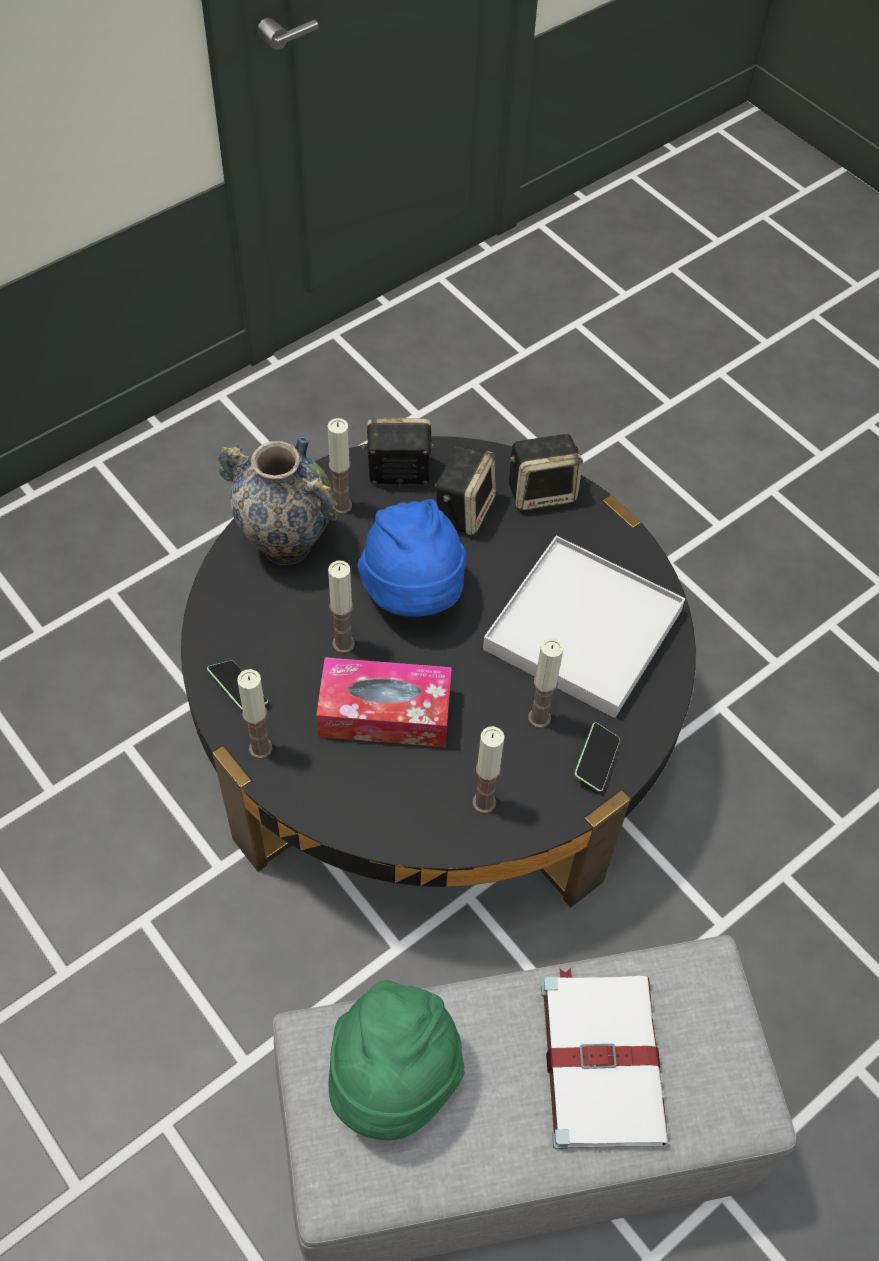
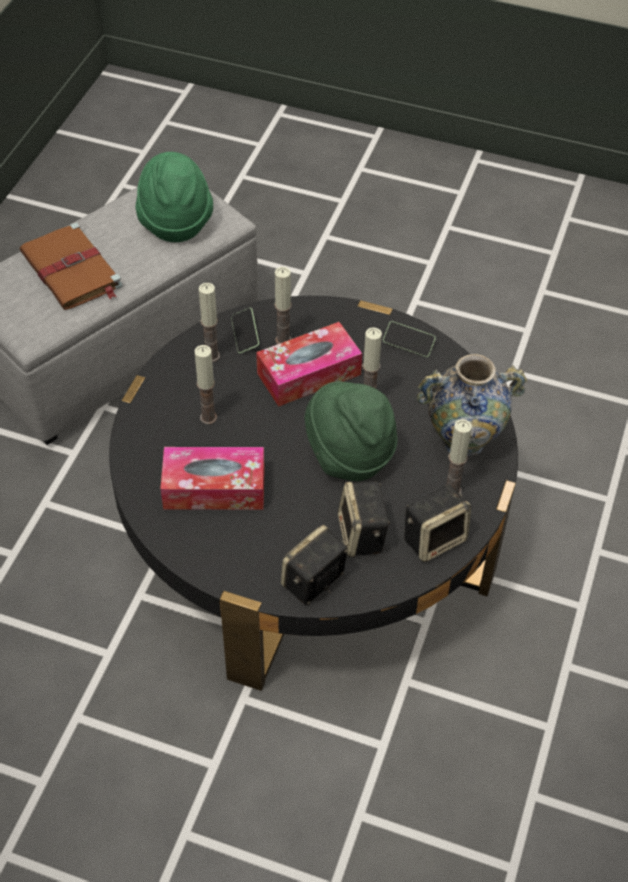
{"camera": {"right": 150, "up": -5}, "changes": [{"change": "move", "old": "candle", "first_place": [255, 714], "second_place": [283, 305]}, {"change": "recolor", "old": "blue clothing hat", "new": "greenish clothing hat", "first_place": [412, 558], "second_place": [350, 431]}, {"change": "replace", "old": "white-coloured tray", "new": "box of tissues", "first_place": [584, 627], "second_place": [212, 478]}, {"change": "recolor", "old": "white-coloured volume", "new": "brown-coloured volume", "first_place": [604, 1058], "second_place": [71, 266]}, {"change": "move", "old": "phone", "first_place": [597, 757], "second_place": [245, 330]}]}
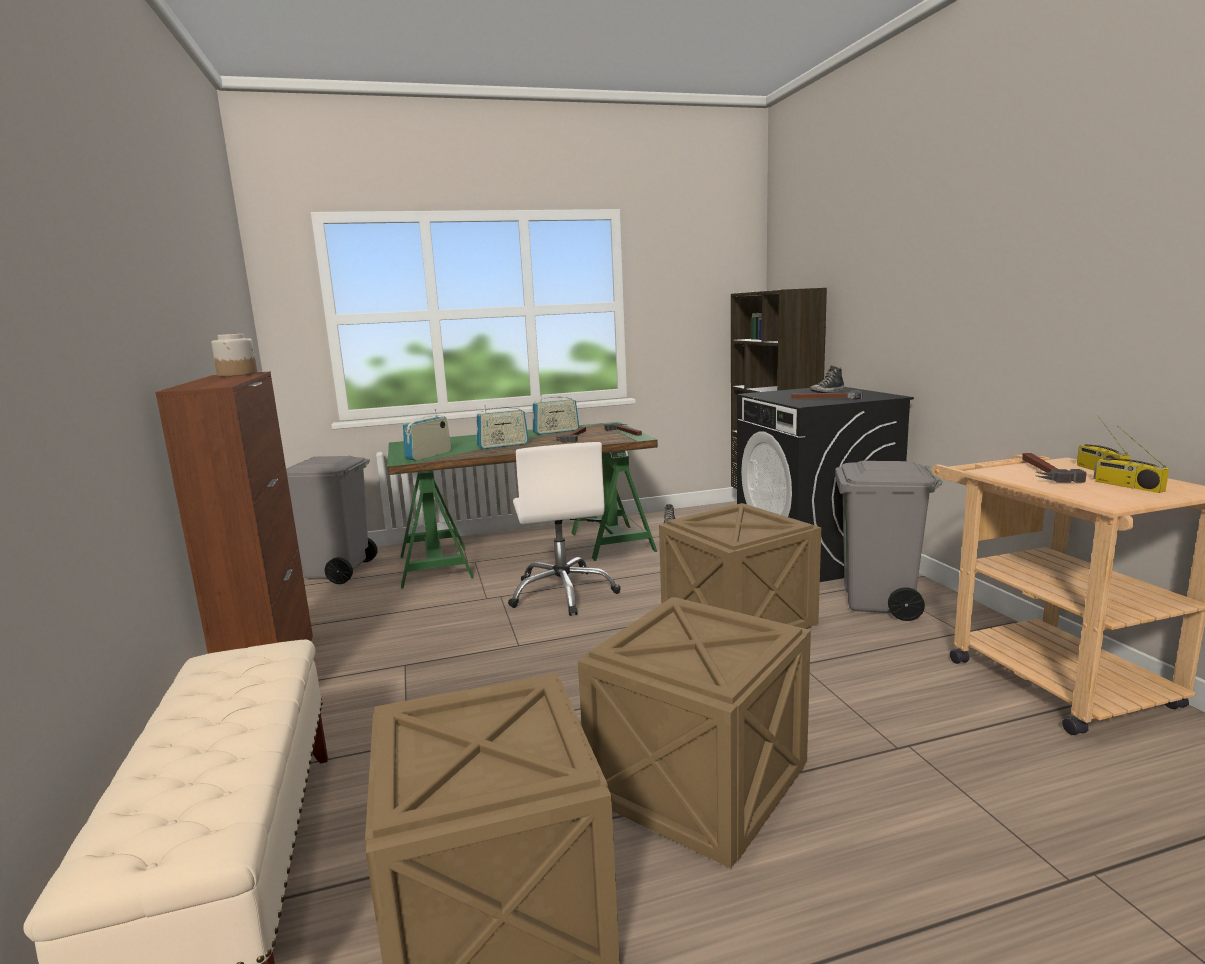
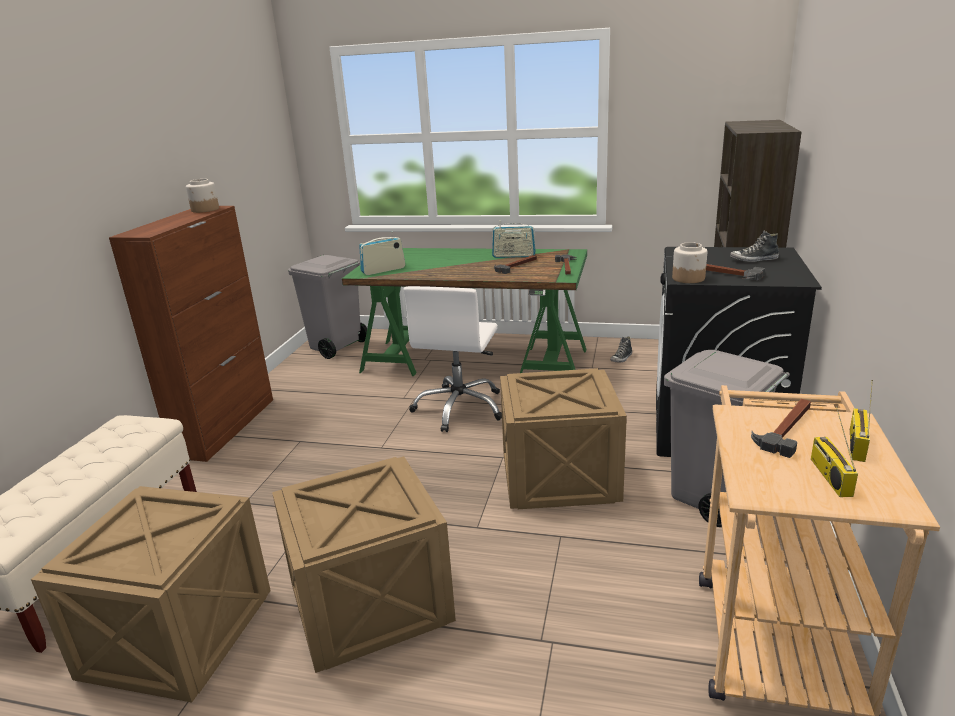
{"camera": {"right": 30, "up": 10}, "changes": [{"change": "delete", "old": "radio", "first_place": [502, 427]}, {"change": "insert", "new": "storage jar", "second_place": [689, 262]}]}
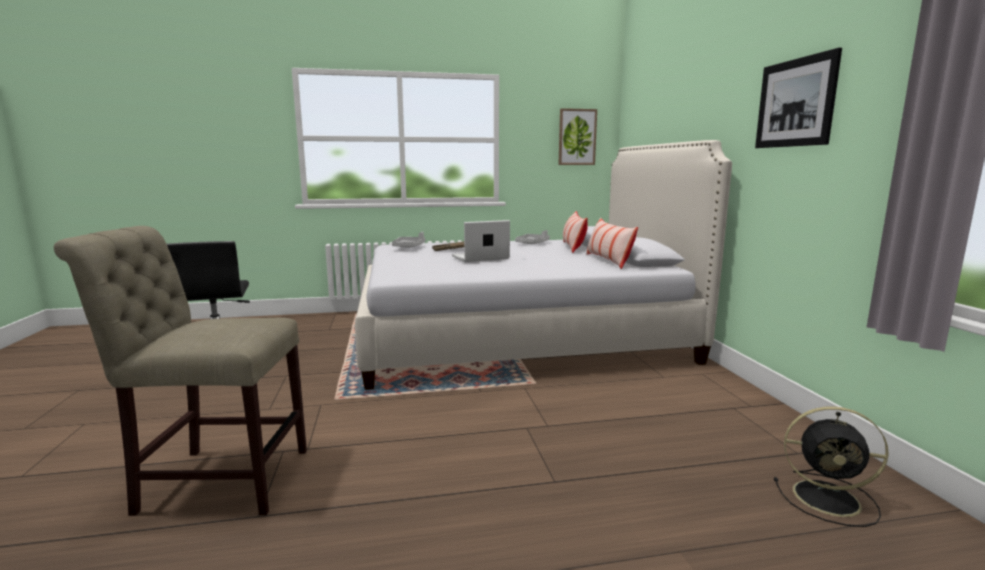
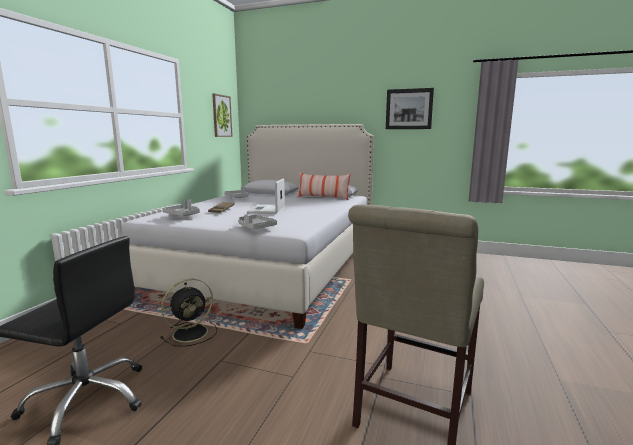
{"camera": {"right": -60, "up": 0}, "changes": [{"change": "delete", "old": "cushion", "first_place": [575, 232]}, {"change": "move", "old": "blackish electric fan", "first_place": [831, 466], "second_place": [188, 313]}, {"change": "insert", "new": "grey tray", "second_place": [257, 221]}]}
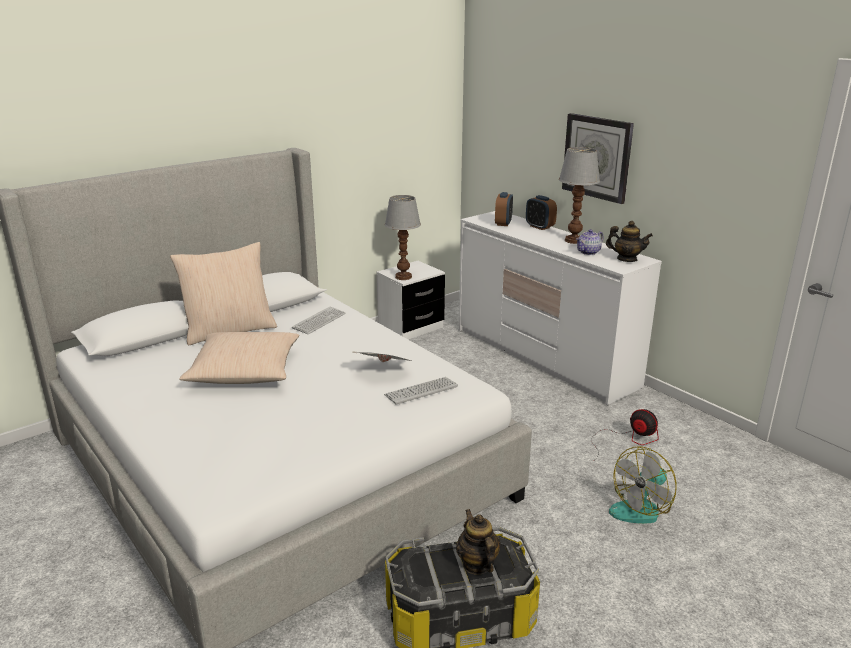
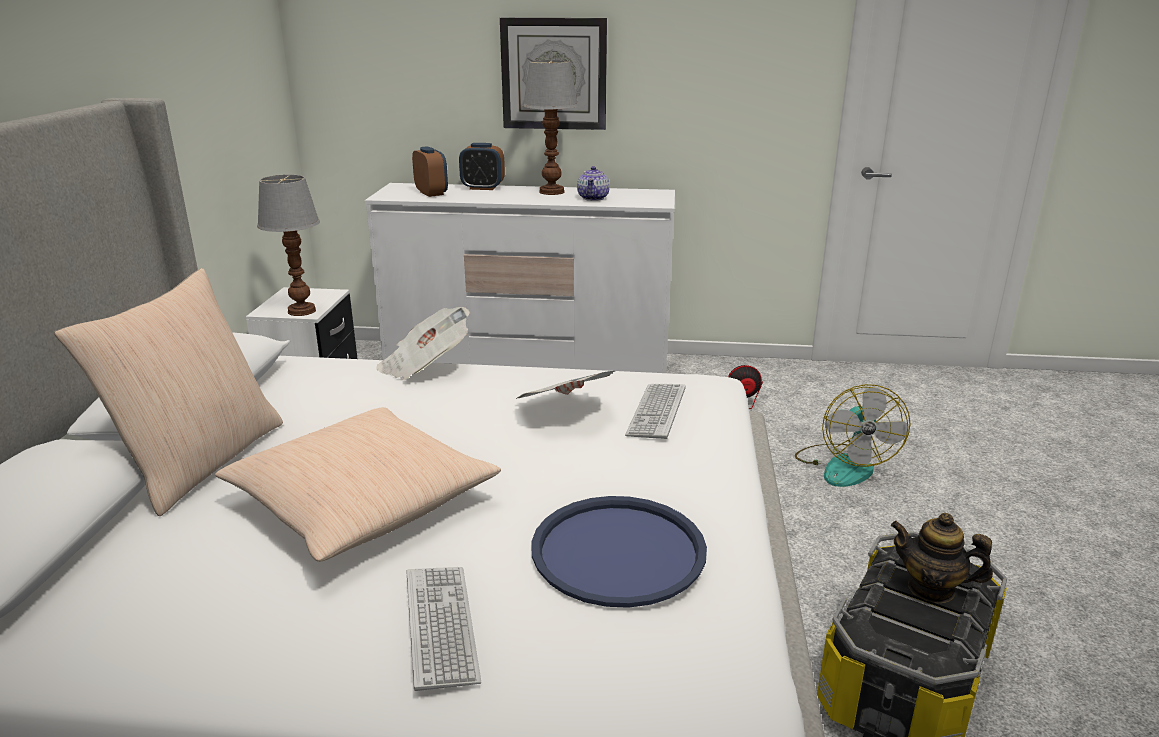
{"camera": {"right": -45, "up": 0}, "changes": [{"change": "move", "old": "computer keyboard", "first_place": [319, 320], "second_place": [444, 629]}, {"change": "delete", "old": "tea pot", "first_place": [629, 241]}, {"change": "insert", "new": "newspaper", "second_place": [423, 343]}, {"change": "insert", "new": "blue tray", "second_place": [619, 552]}]}
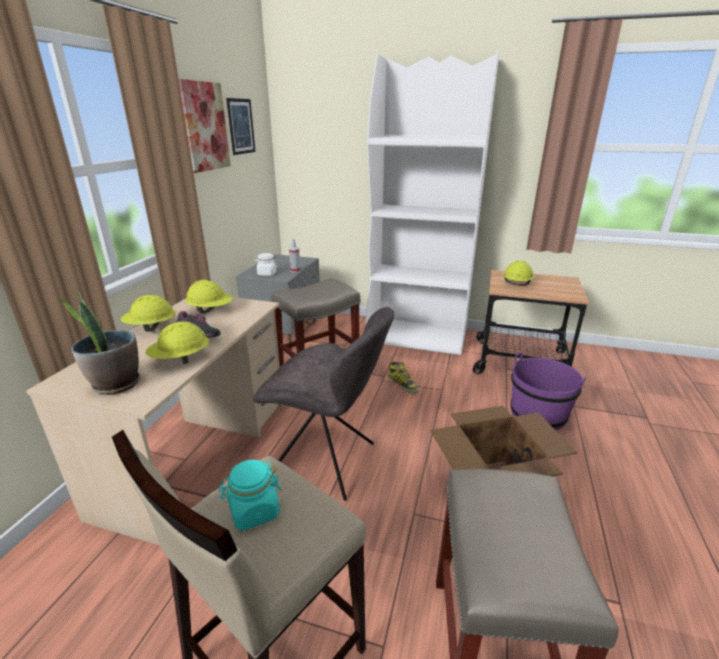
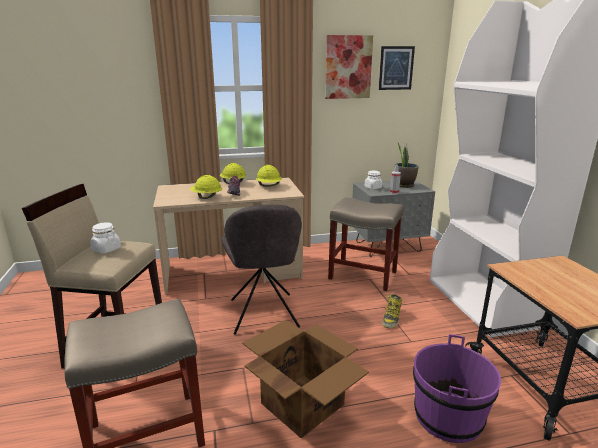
{"camera": {"right": 60, "up": -5}, "changes": [{"change": "move", "old": "houseplant", "first_place": [99, 343], "second_place": [406, 165]}, {"change": "recolor", "old": "turquoise storage jar", "new": "white-coloured storage jar", "first_place": [250, 495], "second_place": [105, 238]}, {"change": "delete", "old": "yellow work helmet", "first_place": [519, 273]}]}
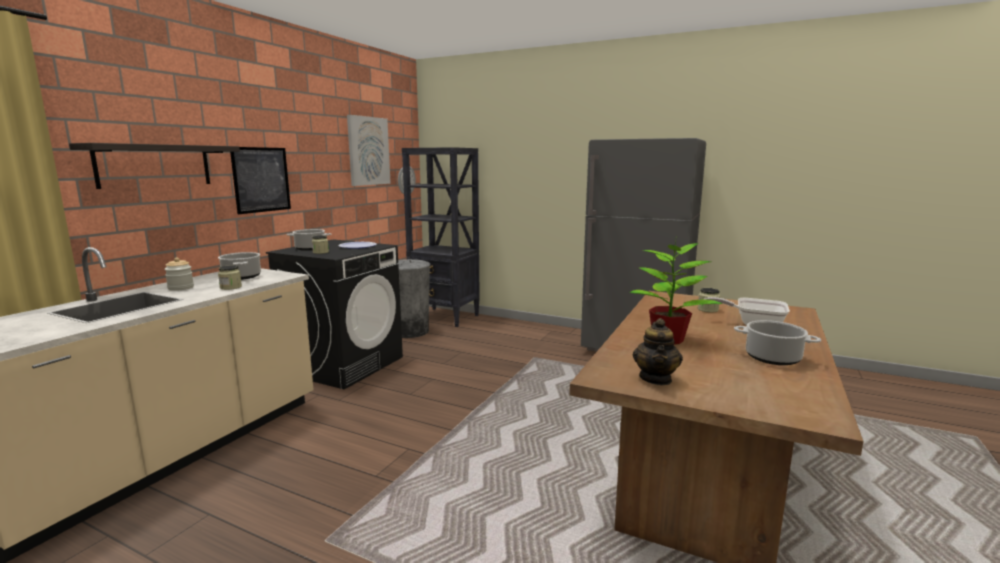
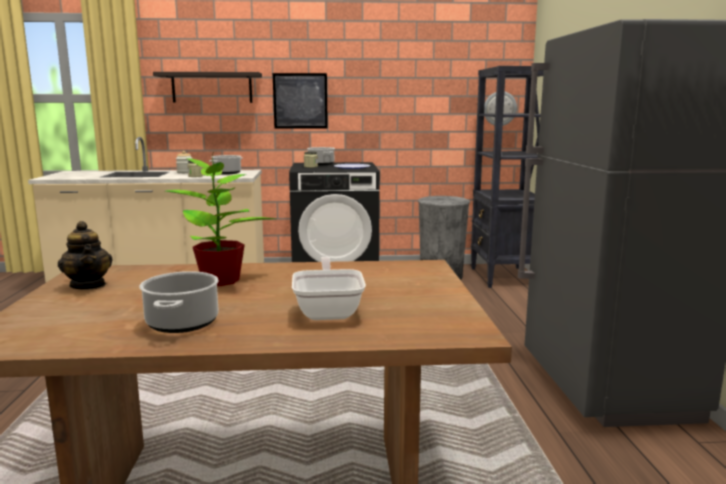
{"camera": {"right": 60, "up": 0}, "changes": [{"change": "delete", "old": "wall art", "first_place": [369, 150]}, {"change": "rotate", "old": "tea pot", "first_place": [658, 351], "second_place": [85, 255], "degrees": -105}, {"change": "delete", "old": "storage jar", "first_place": [709, 300]}]}
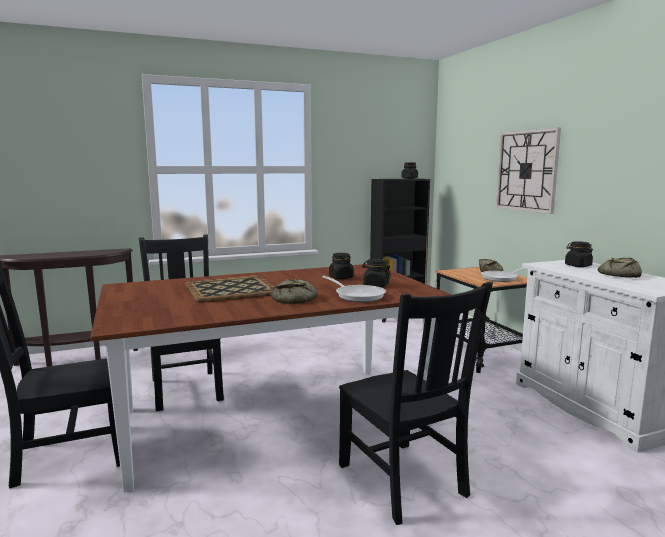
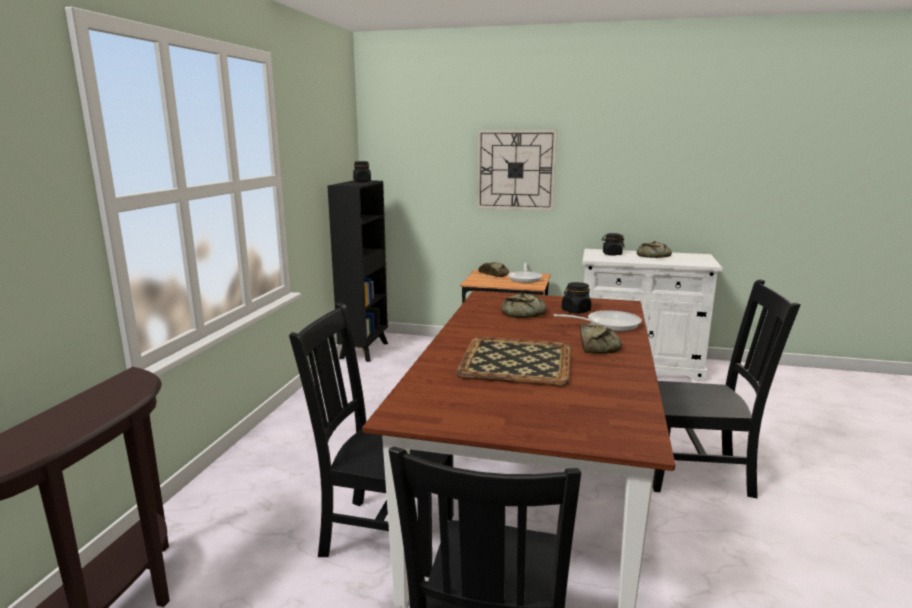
{"camera": {"right": -55, "up": 5}, "changes": [{"change": "replace", "old": "blackish storage jar", "new": "bread", "first_place": [341, 266], "second_place": [524, 305]}]}
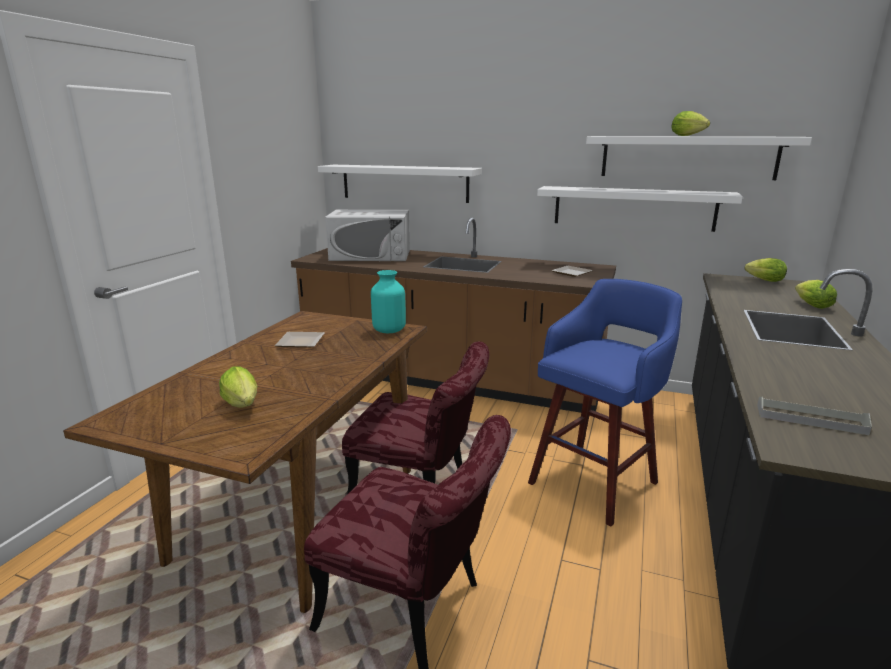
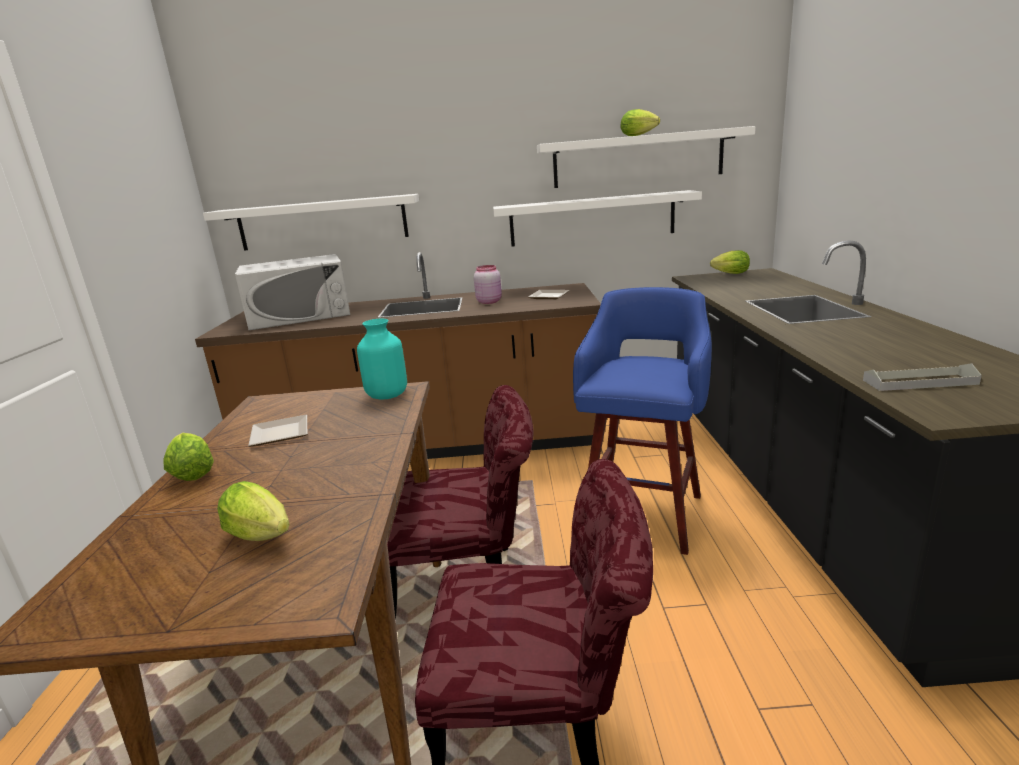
{"camera": {"right": -20, "up": 0}, "changes": [{"change": "move", "old": "lettuce", "first_place": [816, 294], "second_place": [189, 457]}, {"change": "insert", "new": "pink storage jar", "second_place": [488, 284]}]}
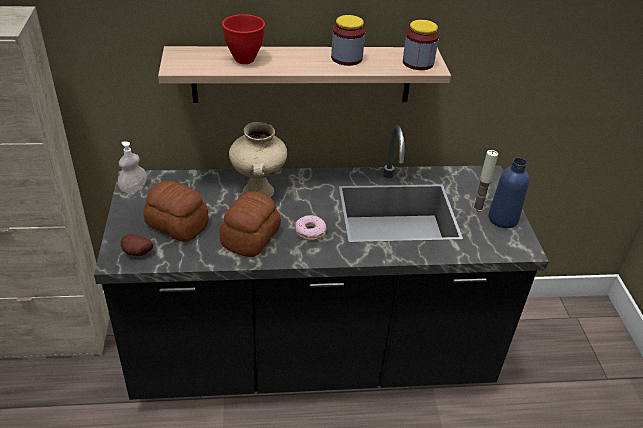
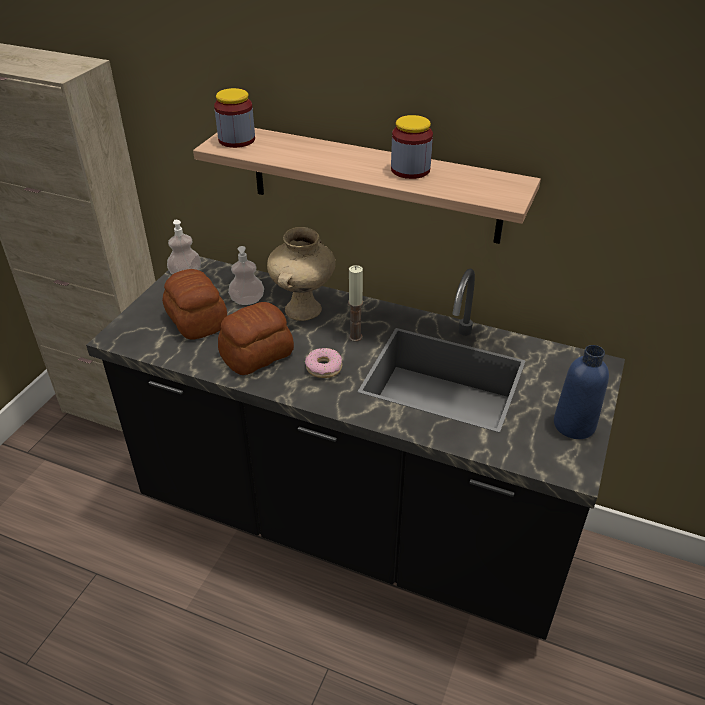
{"camera": {"right": 30, "up": 0}, "changes": [{"change": "delete", "old": "spud", "first_place": [137, 245]}, {"change": "delete", "old": "reddish bowl", "first_place": [243, 39]}, {"change": "move", "old": "storage jar", "first_place": [421, 45], "second_place": [234, 118]}, {"change": "move", "old": "candle", "first_place": [485, 181], "second_place": [355, 303]}, {"change": "insert", "new": "soap bottle", "second_place": [246, 275]}]}
